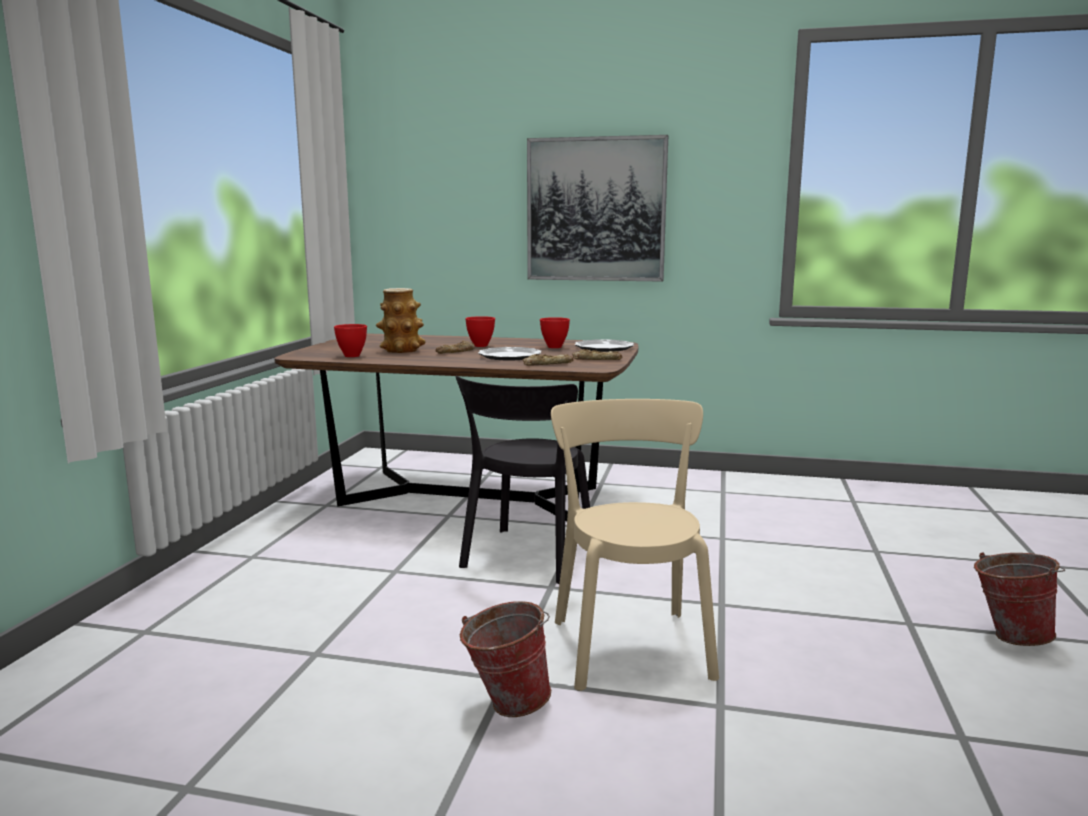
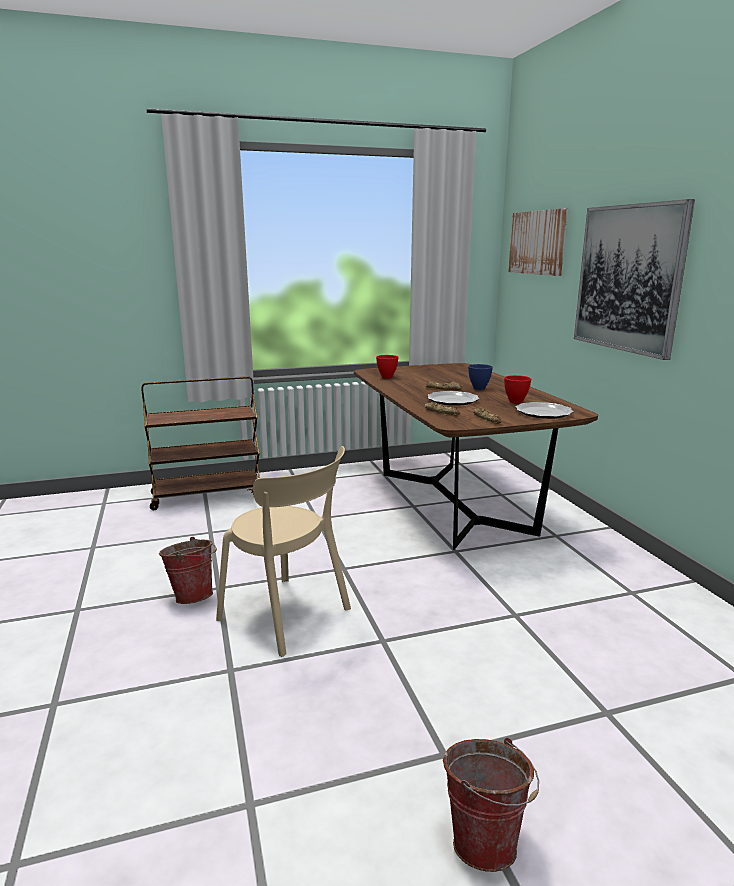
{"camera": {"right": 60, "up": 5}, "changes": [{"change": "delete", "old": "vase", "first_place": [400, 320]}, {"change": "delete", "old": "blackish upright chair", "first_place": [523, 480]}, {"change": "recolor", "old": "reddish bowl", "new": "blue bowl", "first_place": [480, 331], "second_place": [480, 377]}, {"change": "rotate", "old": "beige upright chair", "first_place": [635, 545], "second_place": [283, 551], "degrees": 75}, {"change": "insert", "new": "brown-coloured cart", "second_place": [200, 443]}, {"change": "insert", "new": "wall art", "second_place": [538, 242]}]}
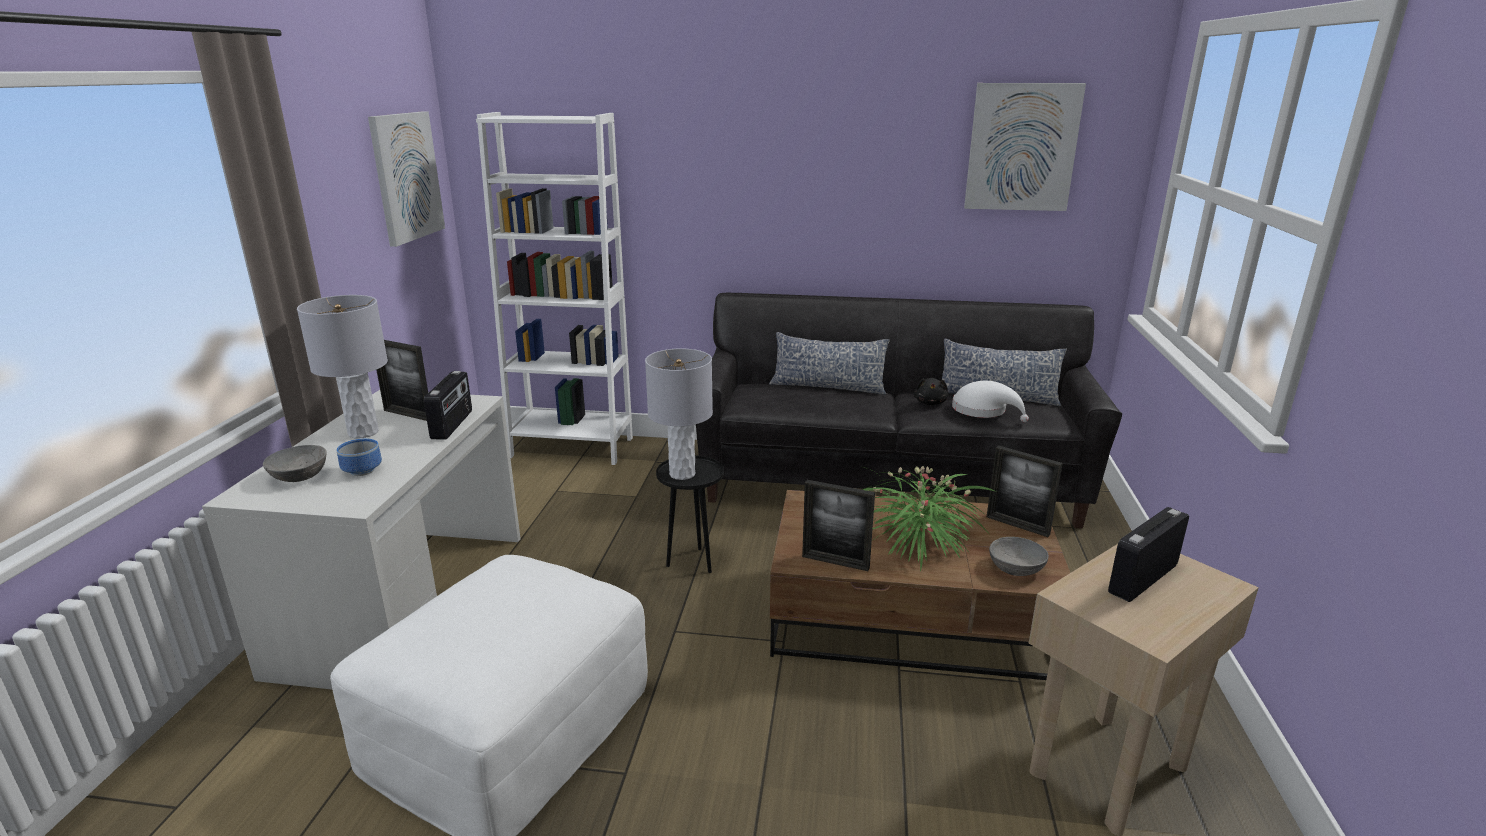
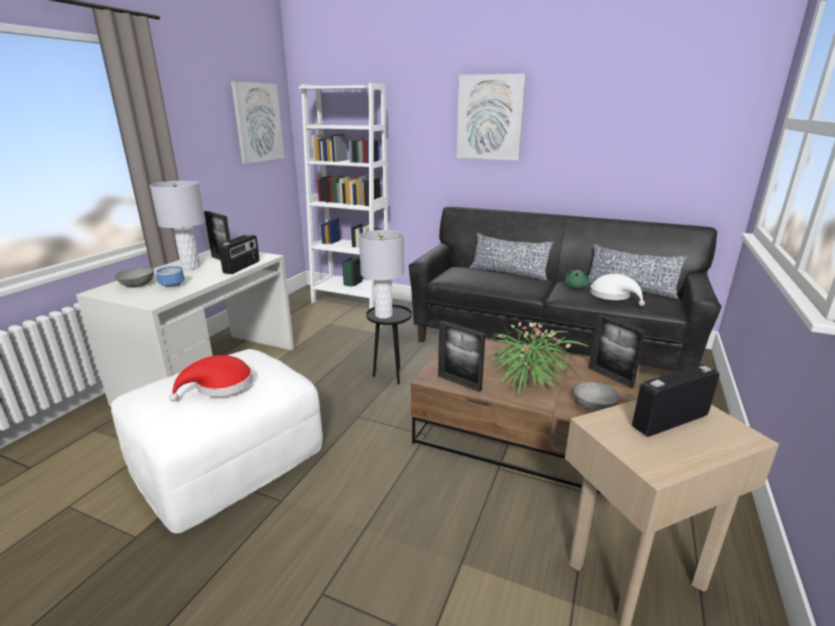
{"camera": {"right": 15, "up": 0}, "changes": [{"change": "recolor", "old": "blackish plush toy", "new": "greenish plush toy", "first_place": [931, 391], "second_place": [577, 279]}, {"change": "move", "old": "wall art", "first_place": [1025, 147], "second_place": [491, 116]}, {"change": "insert", "new": "reddish clothing hat", "second_place": [211, 378]}]}
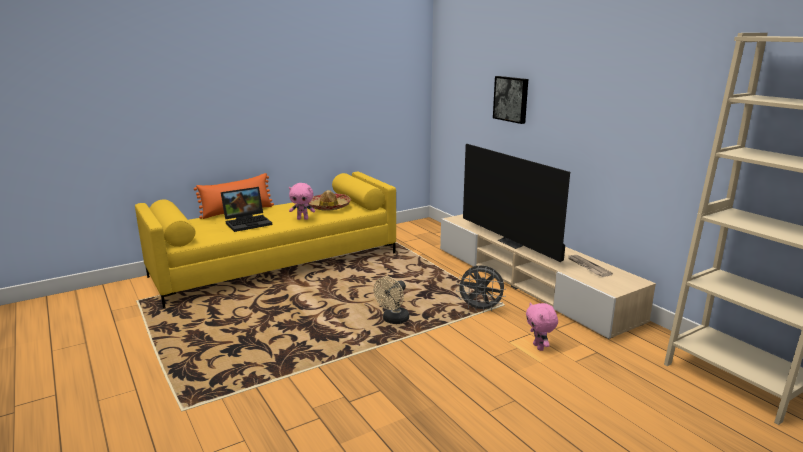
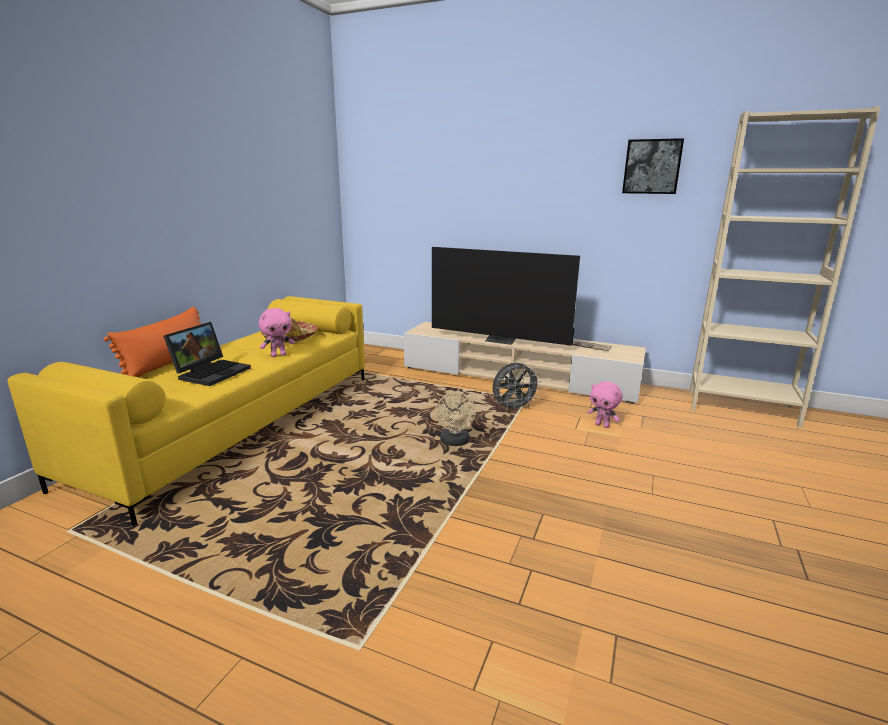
{"camera": {"right": -35, "up": 0}, "changes": [{"change": "move", "old": "wall art", "first_place": [510, 100], "second_place": [653, 166]}]}
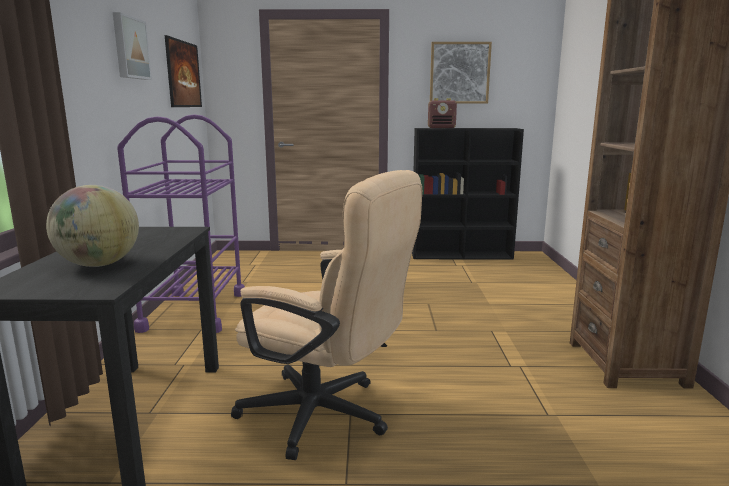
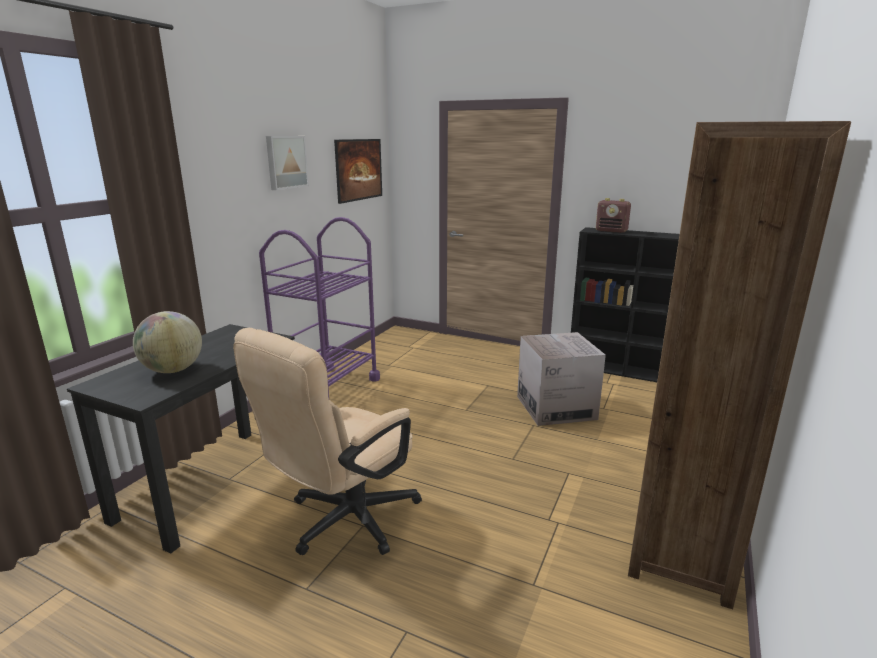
{"camera": {"right": 25, "up": 5}, "changes": [{"change": "rotate", "old": "beige office chair", "first_place": [326, 315], "second_place": [327, 441], "degrees": 75}, {"change": "delete", "old": "wall art", "first_place": [461, 73]}, {"change": "insert", "new": "cardboard box", "second_place": [561, 379]}]}
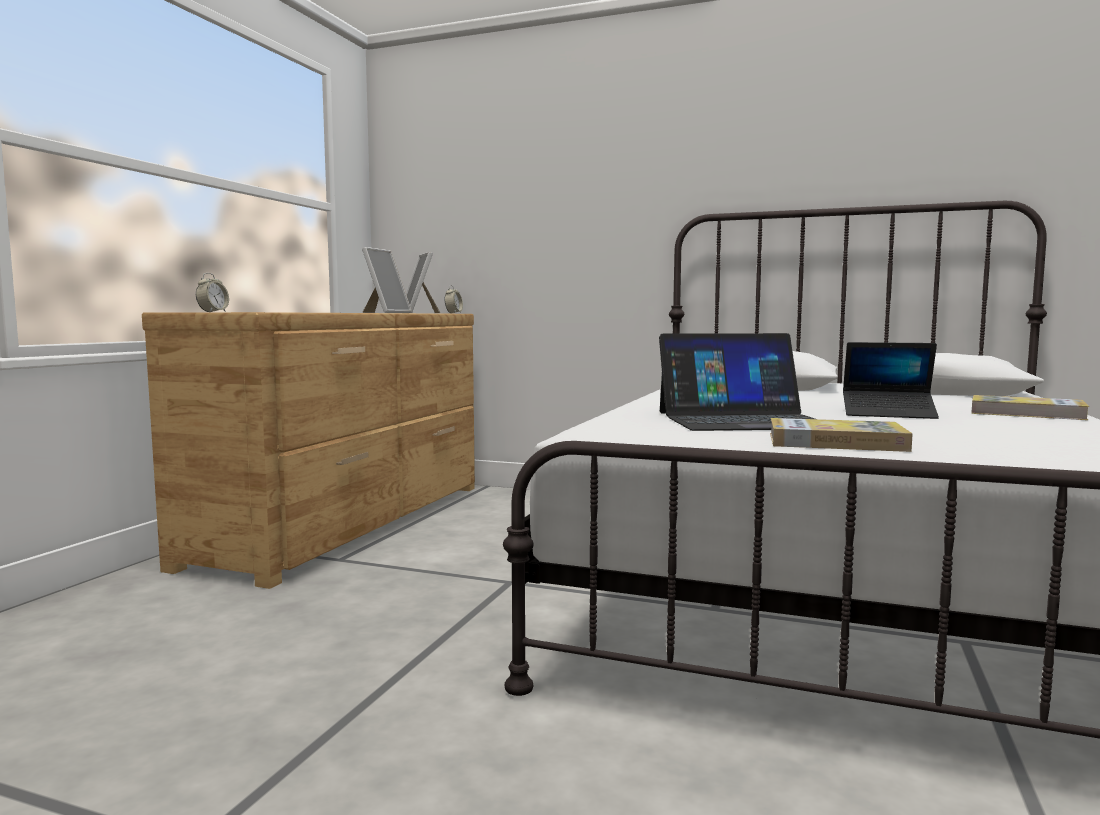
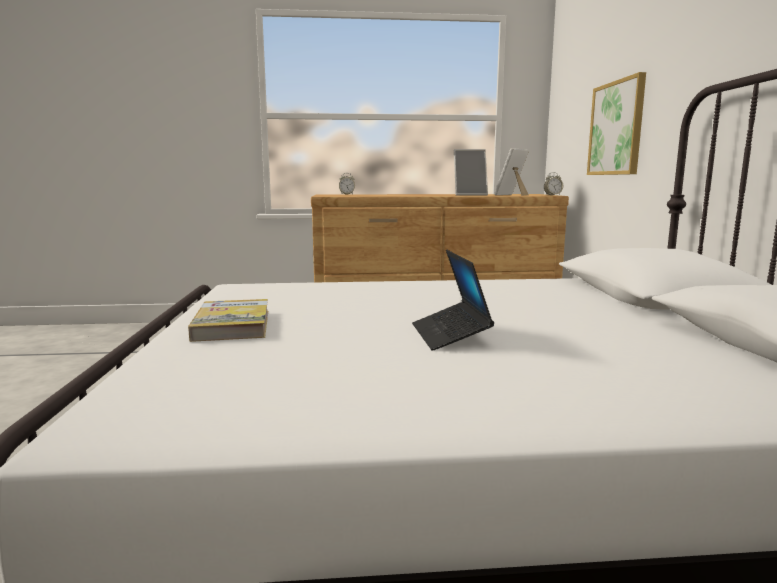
{"camera": {"right": 65, "up": 5}, "changes": [{"change": "delete", "old": "laptop", "first_place": [737, 382]}, {"change": "delete", "old": "volume", "first_place": [1030, 407]}, {"change": "insert", "new": "wall art", "second_place": [616, 123]}]}
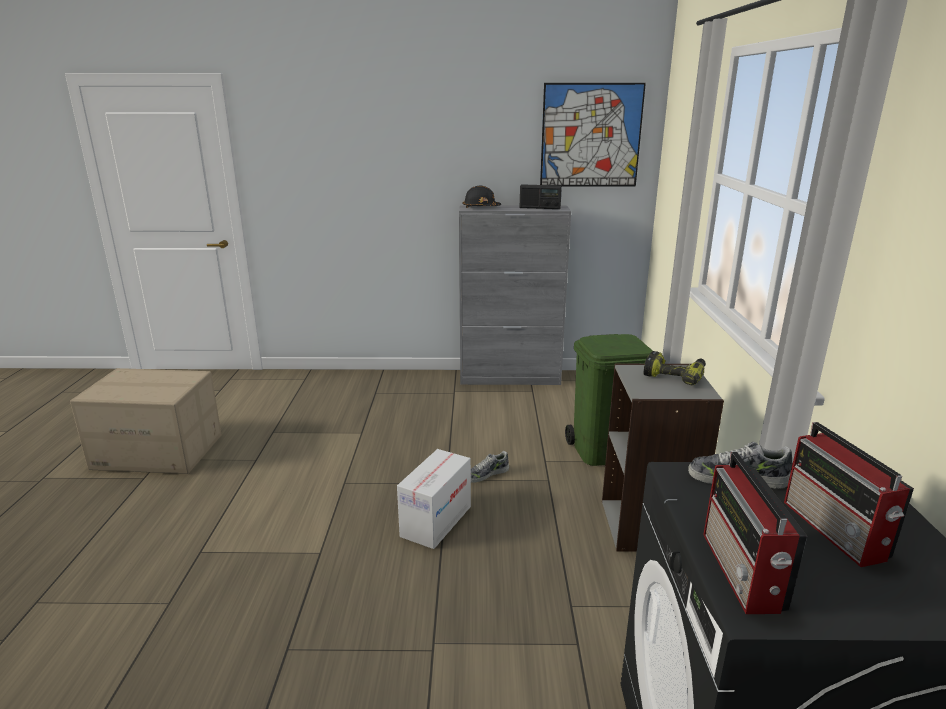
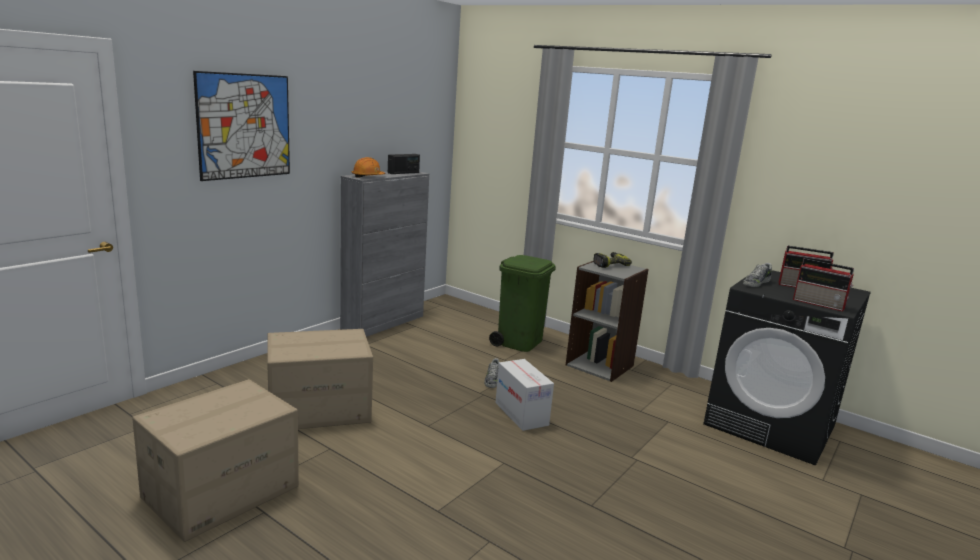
{"camera": {"right": -55, "up": -5}, "changes": [{"change": "recolor", "old": "blackish work helmet", "new": "orange work helmet", "first_place": [482, 197], "second_place": [368, 167]}, {"change": "move", "old": "wall art", "first_place": [593, 134], "second_place": [241, 126]}, {"change": "insert", "new": "cardboard box", "second_place": [320, 379]}]}
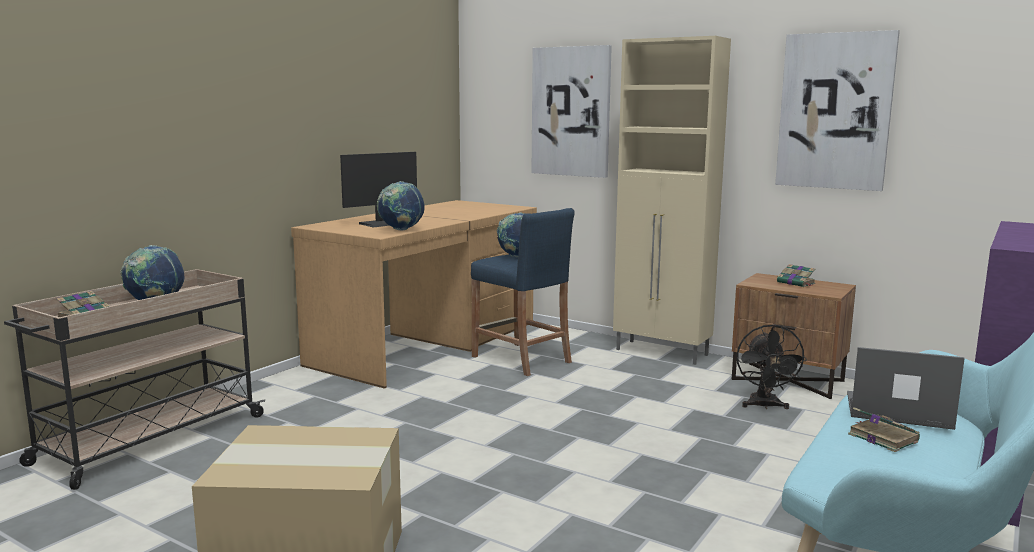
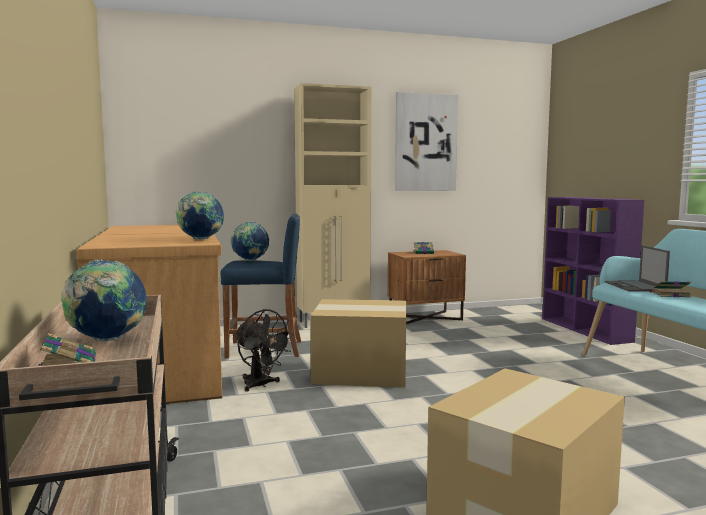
{"camera": {"right": -50, "up": -5}, "changes": [{"change": "delete", "old": "computer screen", "first_place": [378, 189]}, {"change": "delete", "old": "wall art", "first_place": [572, 111]}, {"change": "move", "old": "blackish electric fan", "first_place": [771, 366], "second_place": [264, 350]}, {"change": "rotate", "old": "laptop", "first_place": [906, 388], "second_place": [637, 268], "degrees": -60}, {"change": "insert", "new": "cardboard box", "second_place": [358, 343]}]}
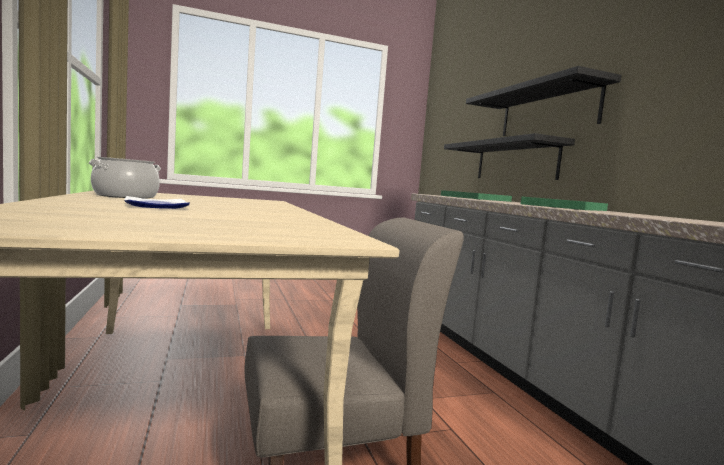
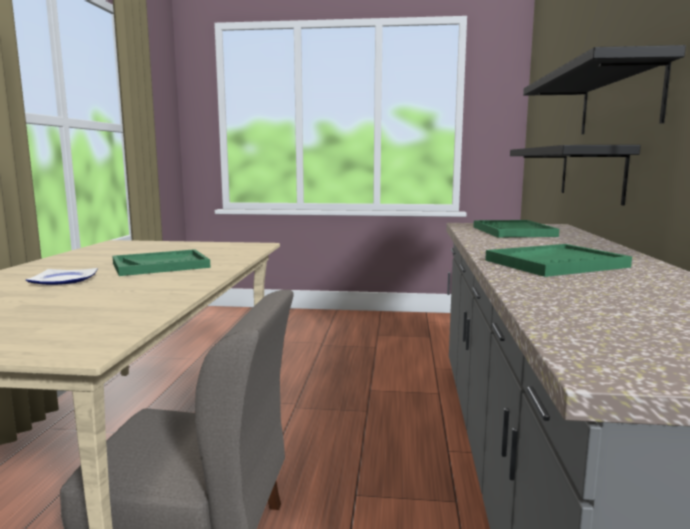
{"camera": {"right": 25, "up": 5}, "changes": [{"change": "delete", "old": "cooking pot", "first_place": [125, 178]}, {"change": "insert", "new": "greenish tray", "second_place": [161, 262]}]}
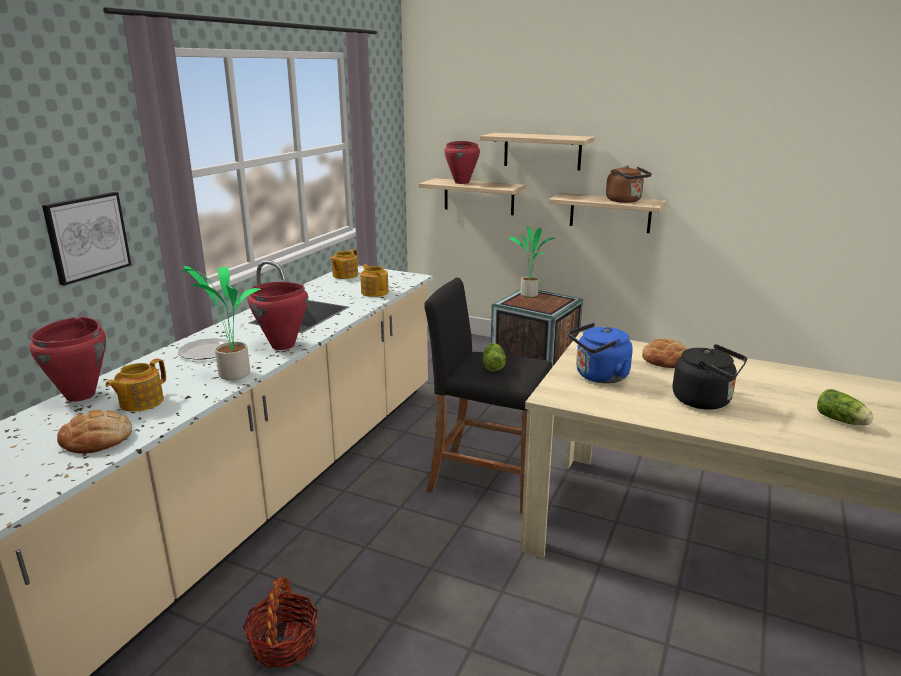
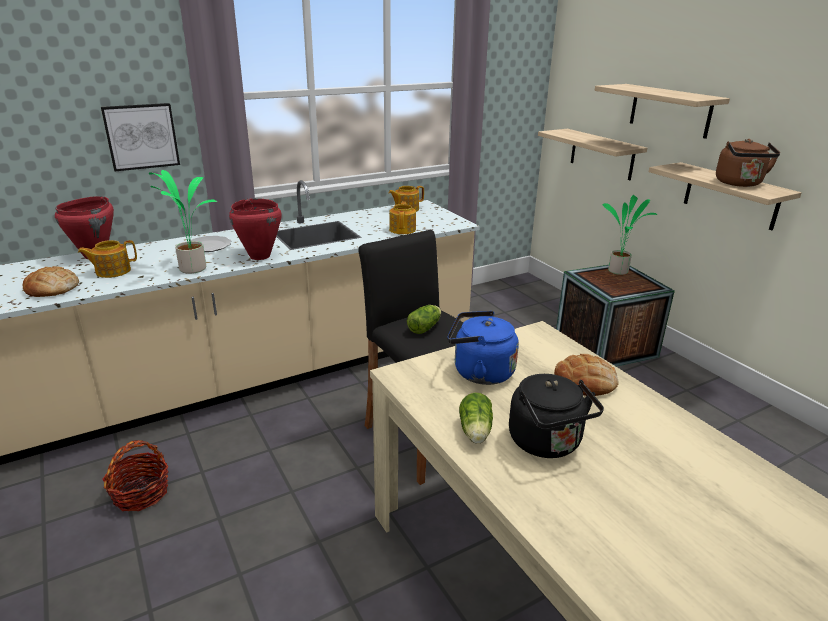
{"camera": {"right": 35, "up": 5}, "changes": [{"change": "delete", "old": "reddish cooking pot", "first_place": [462, 162]}, {"change": "move", "old": "lettuce", "first_place": [845, 407], "second_place": [476, 418]}]}
